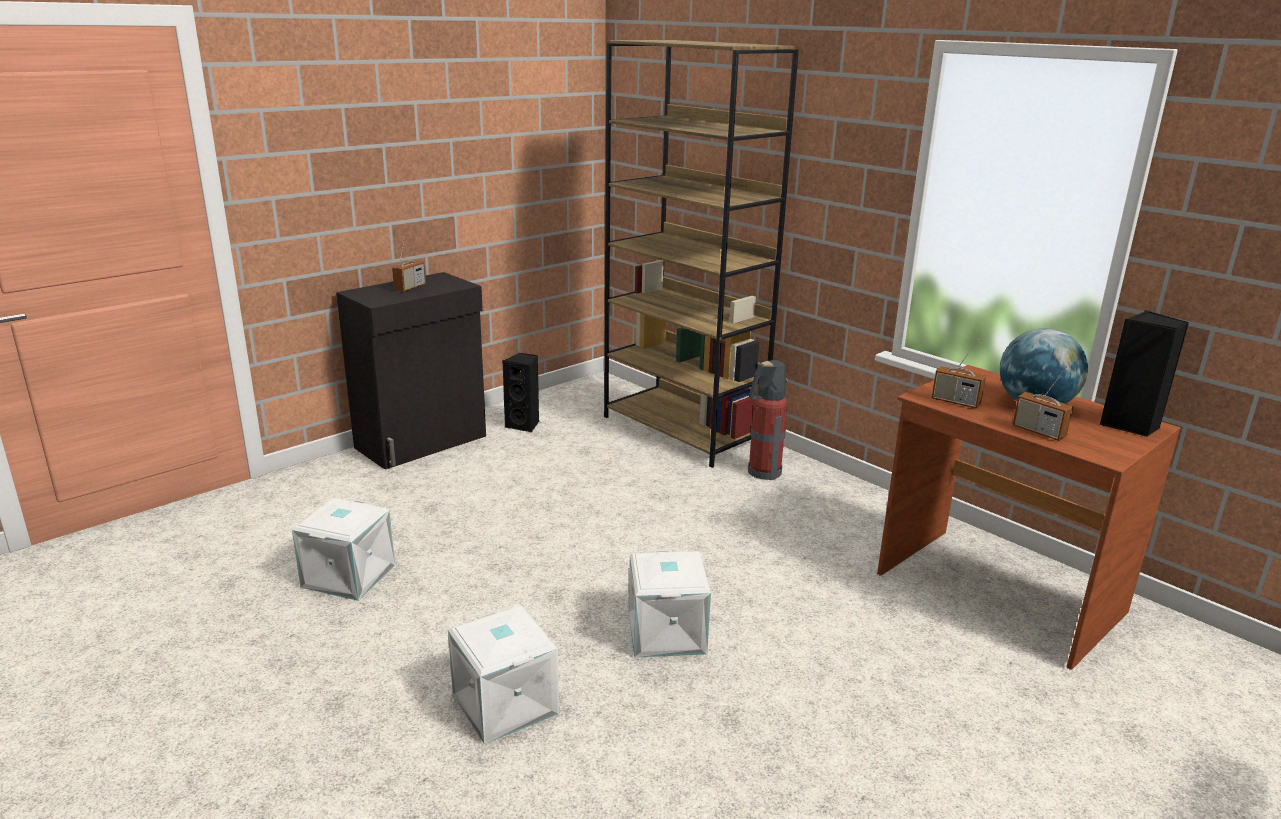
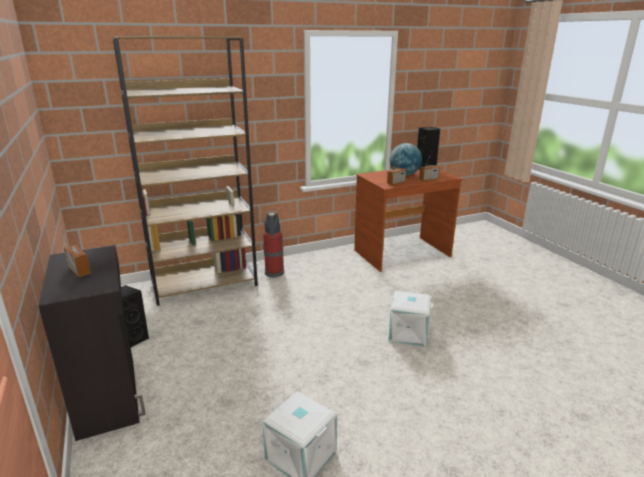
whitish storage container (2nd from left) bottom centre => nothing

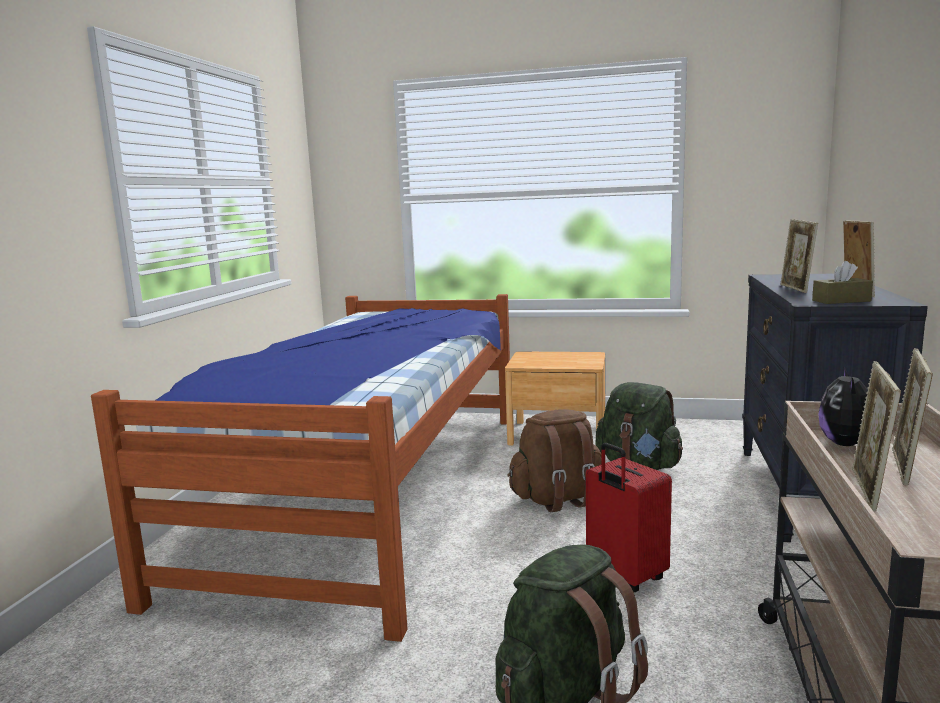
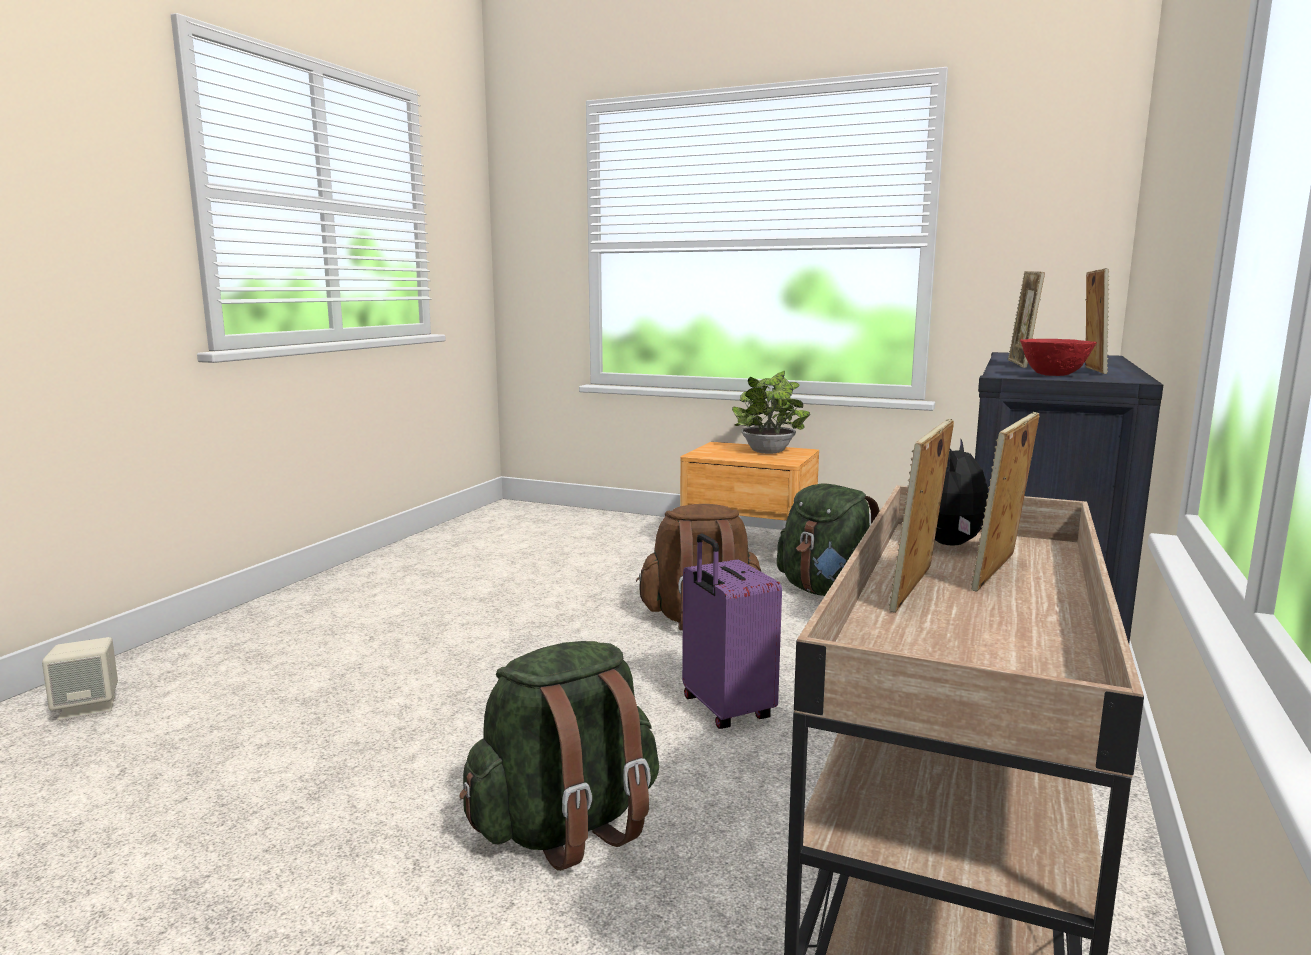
nothing => beige-coloured speaker bottom left
red travel case bottom right => purple-coloured travel case centre
nothing => potted plant centre
brown-coloured tissue holder middle right => red bowl middle right
sleeping bed middle left => nothing

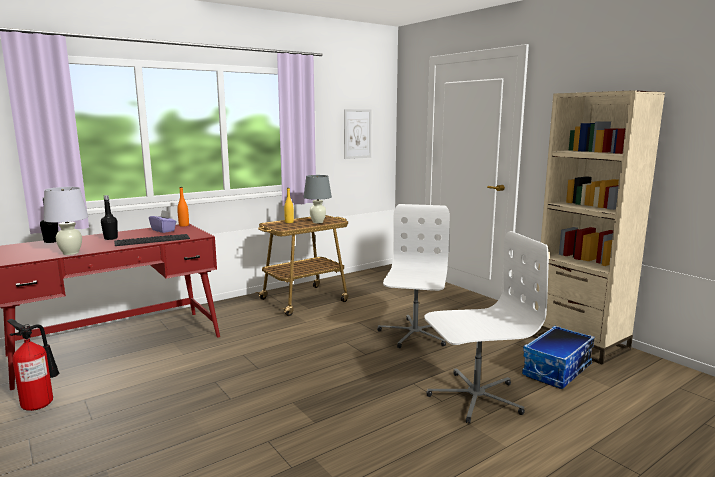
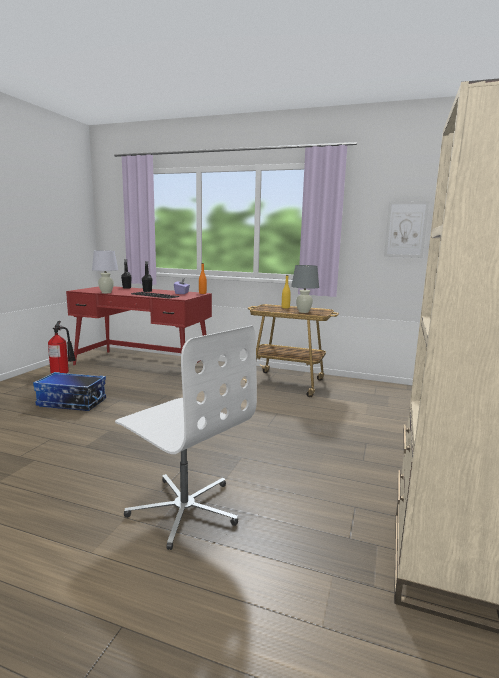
storage container bottom right => storage container middle left, moved
whitish desk chair (1st from left) centre => nothing

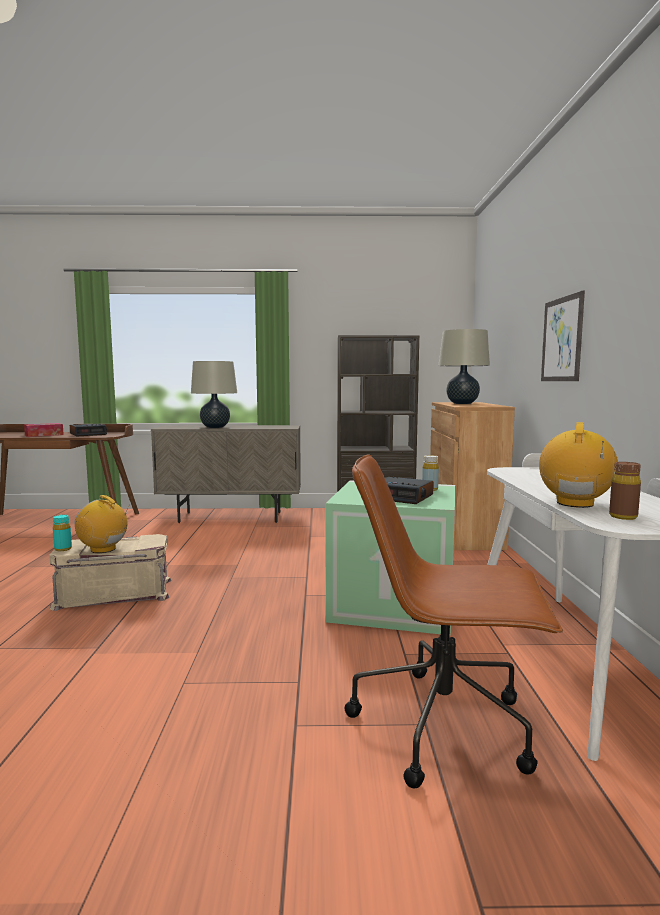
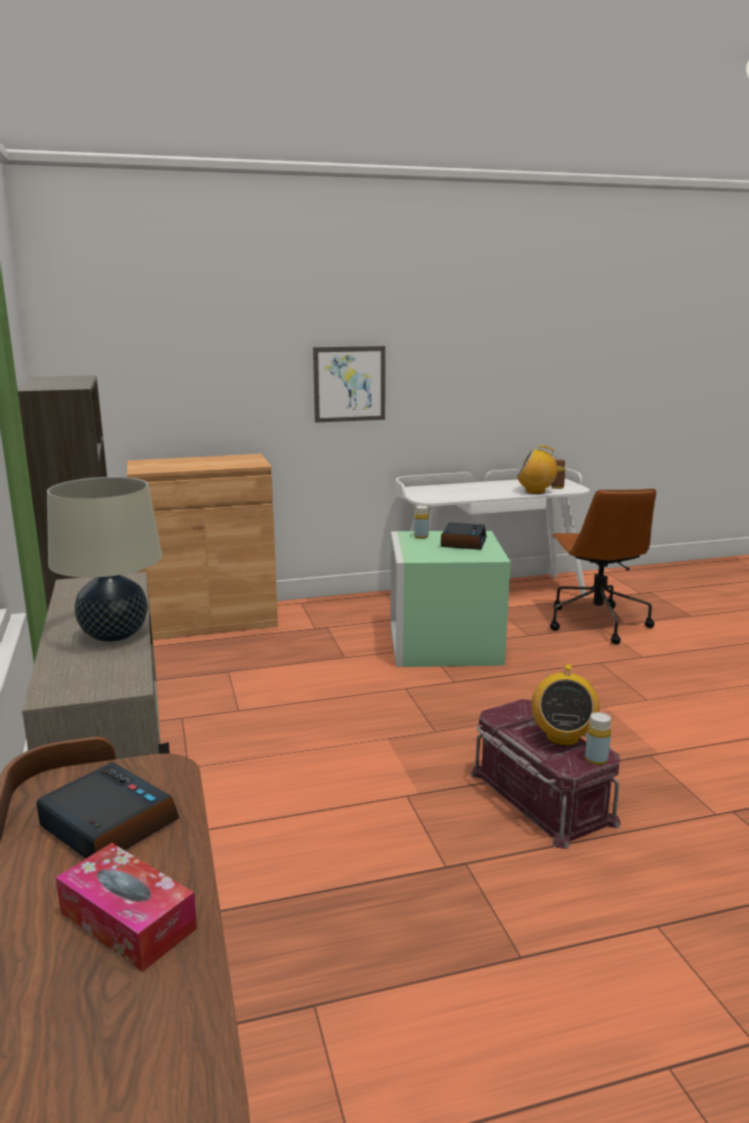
beige-coloured storage container middle left => red storage container bottom right
blue-green beverage bottle middle left => yellowish beverage bottle (2nd from left) middle right
beige-coloured lamp for a table (2nd from left) middle right => nothing

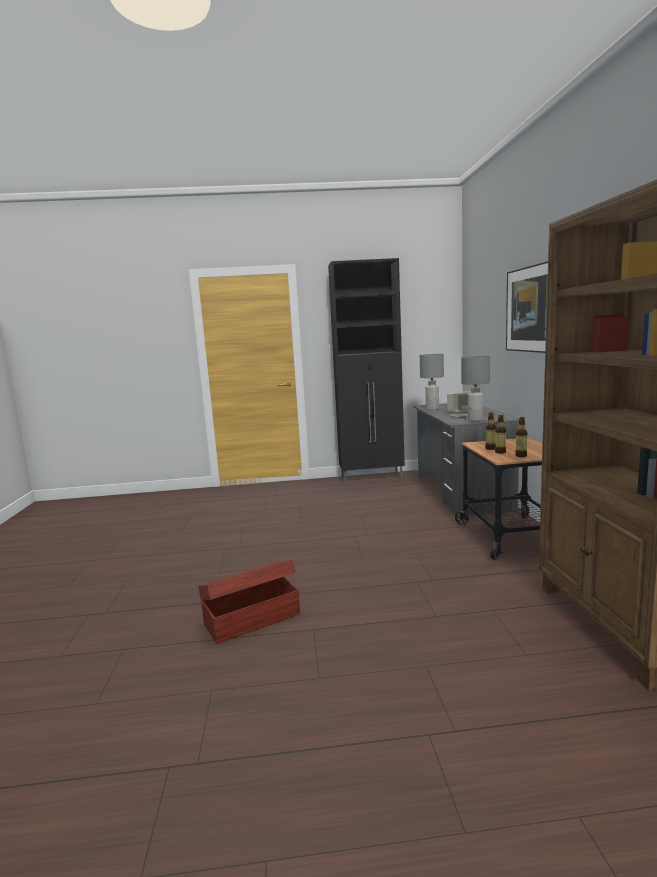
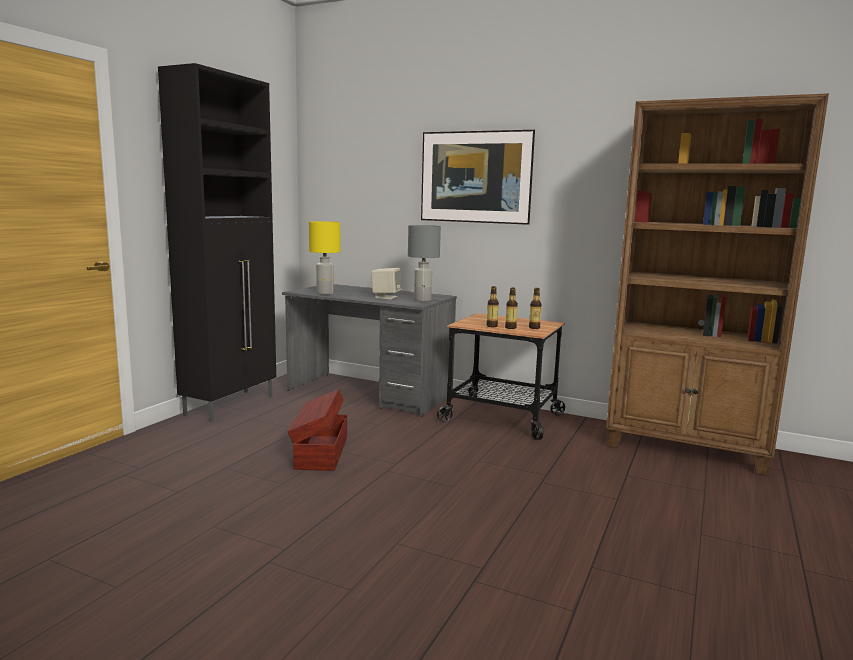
brown-coloured storage container bottom centre => brown-coloured storage container centre, moved
grey lamp for a table (1st from left) centre => yellowish lamp for a table centre

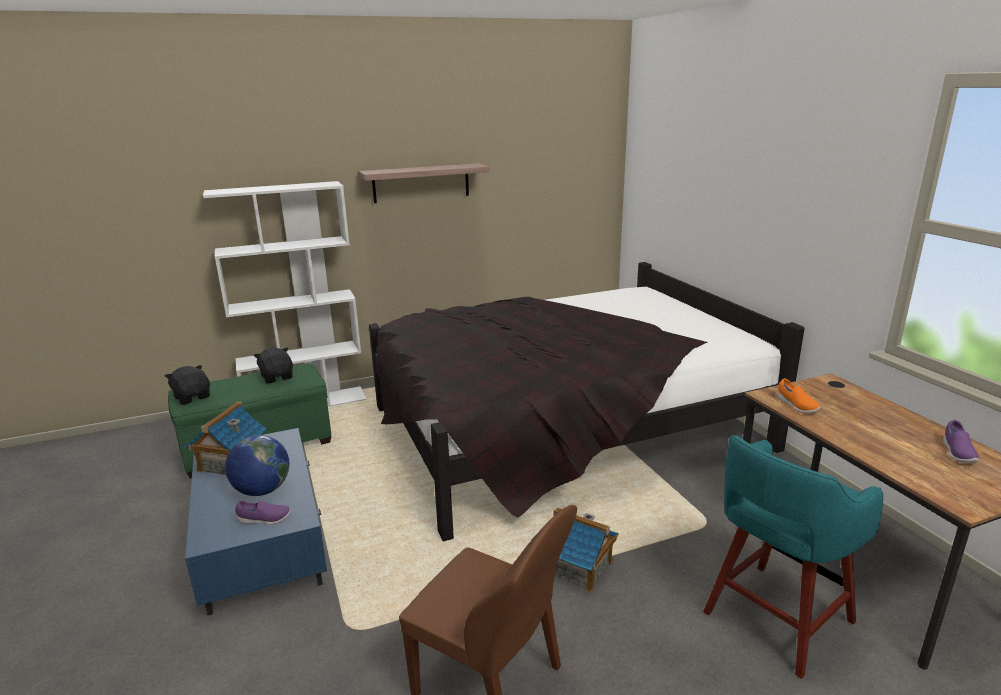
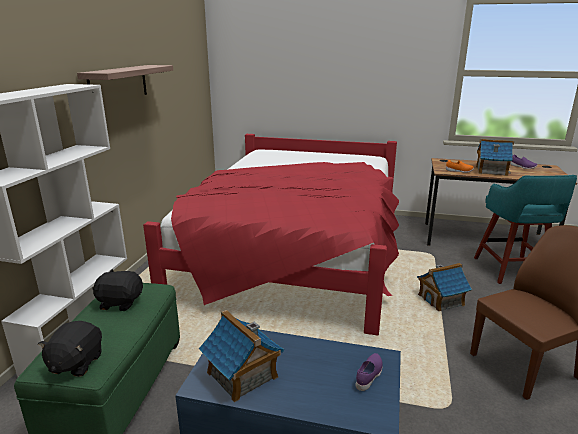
black cuddly toy (1st from left) middle left => black cuddly toy (1st from left) bottom left, 75 degrees counterclockwise
black sleeping bed centre => red sleeping bed centre
nothing => toy house (3rd from left) middle right
world globe bottom left => nothing

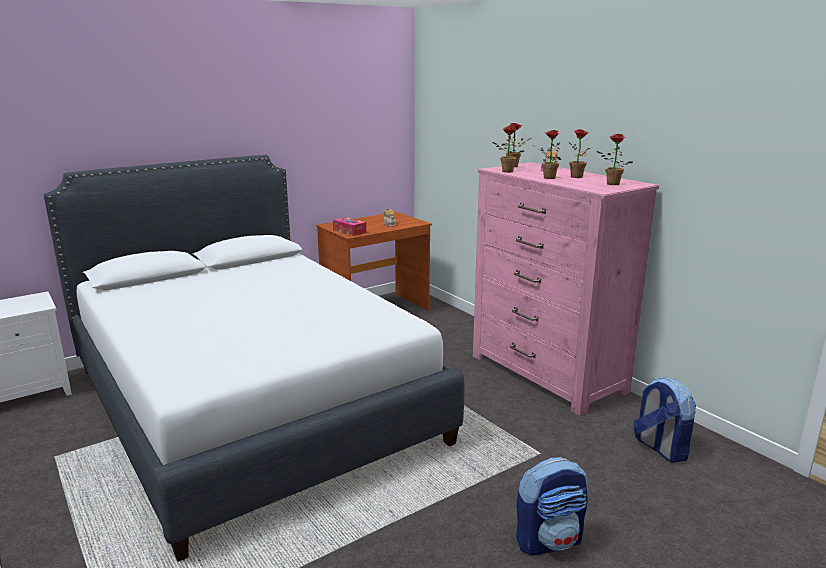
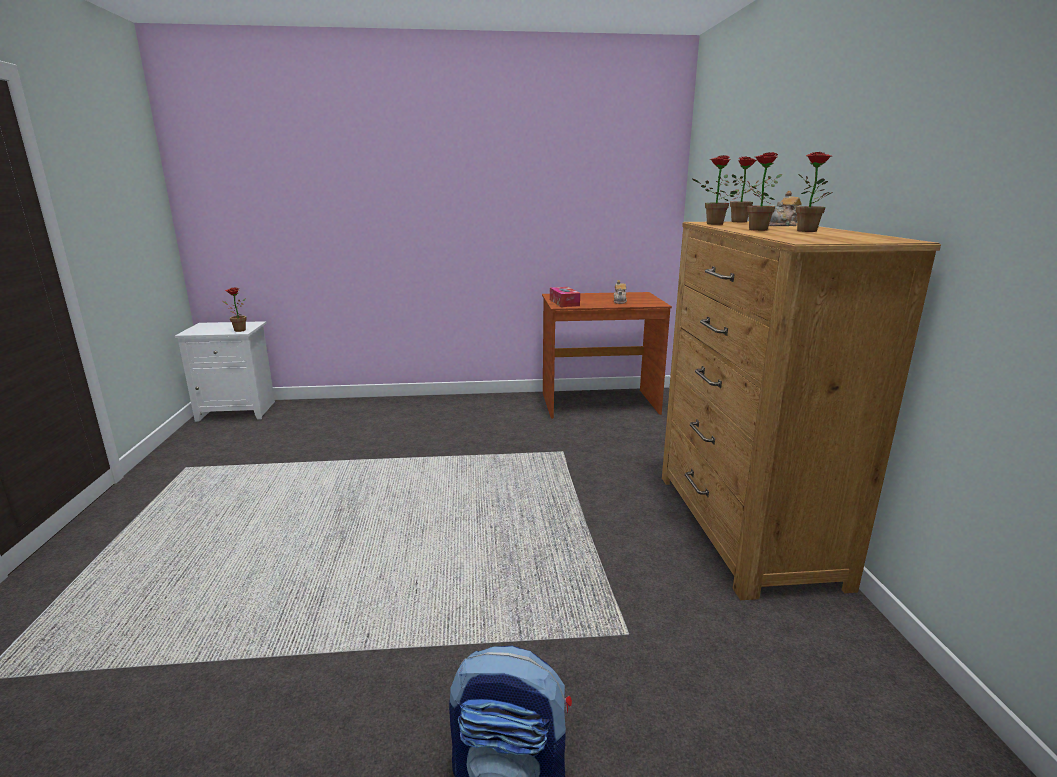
potted plant (5th from left in the first image) top right => potted plant (1st from left) middle left, moved
pinkish dresser middle right => brown-coloured dresser middle right
whitish sleeping bed middle left => nothing
knapsack (2nd from left) bottom right => nothing

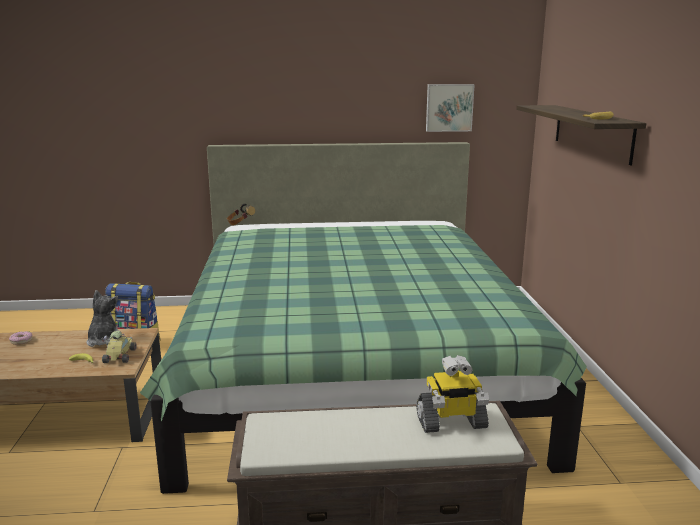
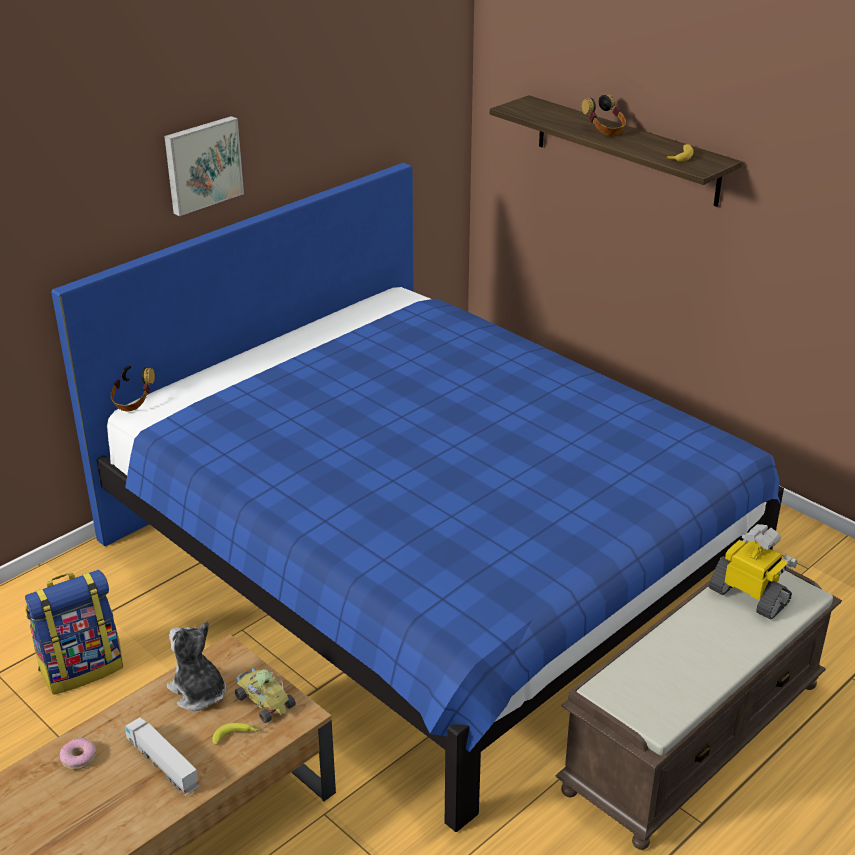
greenish sleeping bed centre => bluish sleeping bed centre
nothing => toy truck bottom left
wall art top centre => wall art top left, moved
nothing => headset (2nd from left) top right
toy robot bottom centre => toy robot bottom right, 90 degrees counterclockwise

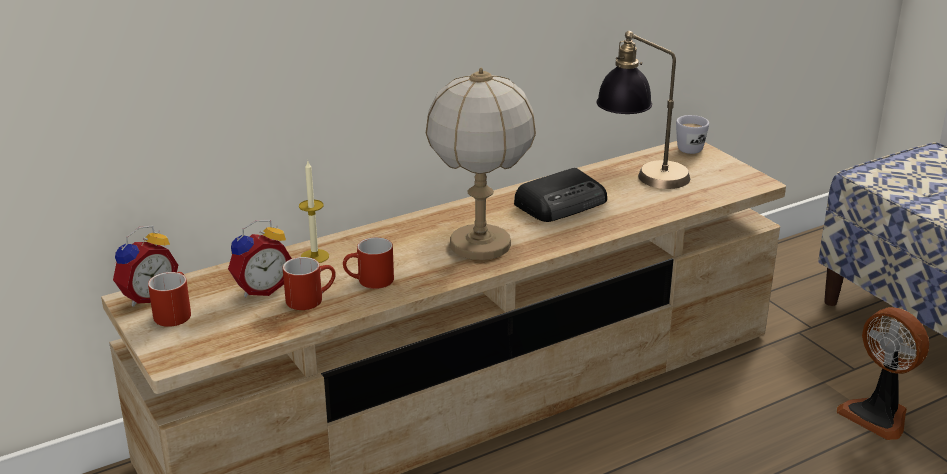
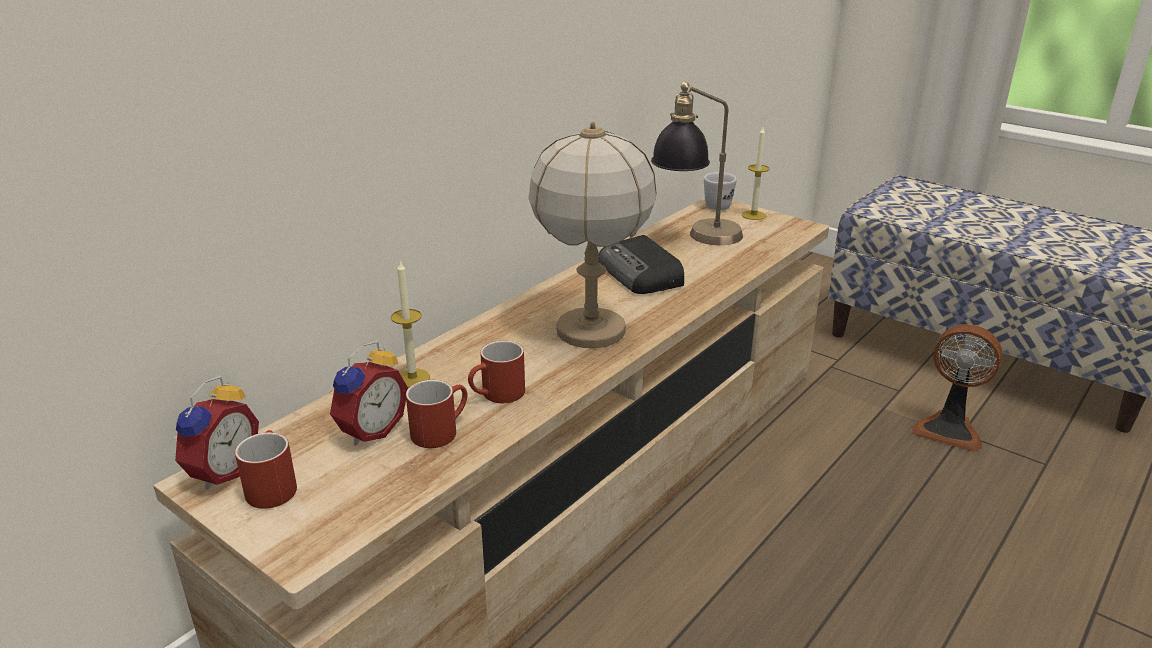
radio receiver centre, 120 degrees clockwise
nothing => candle (2nd from left) top centre

